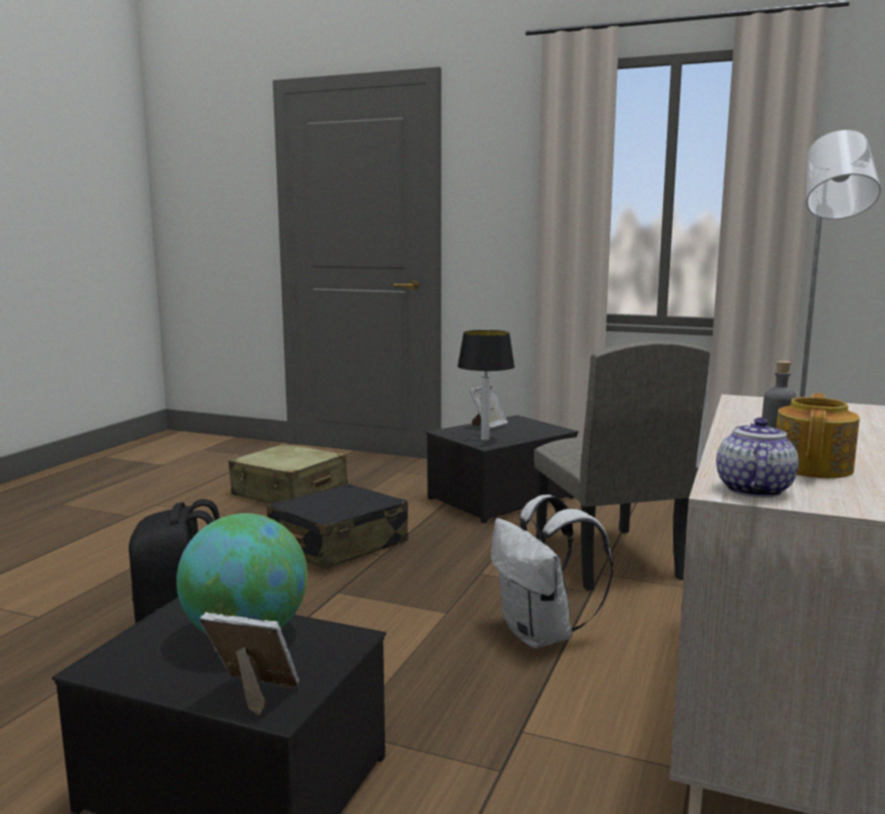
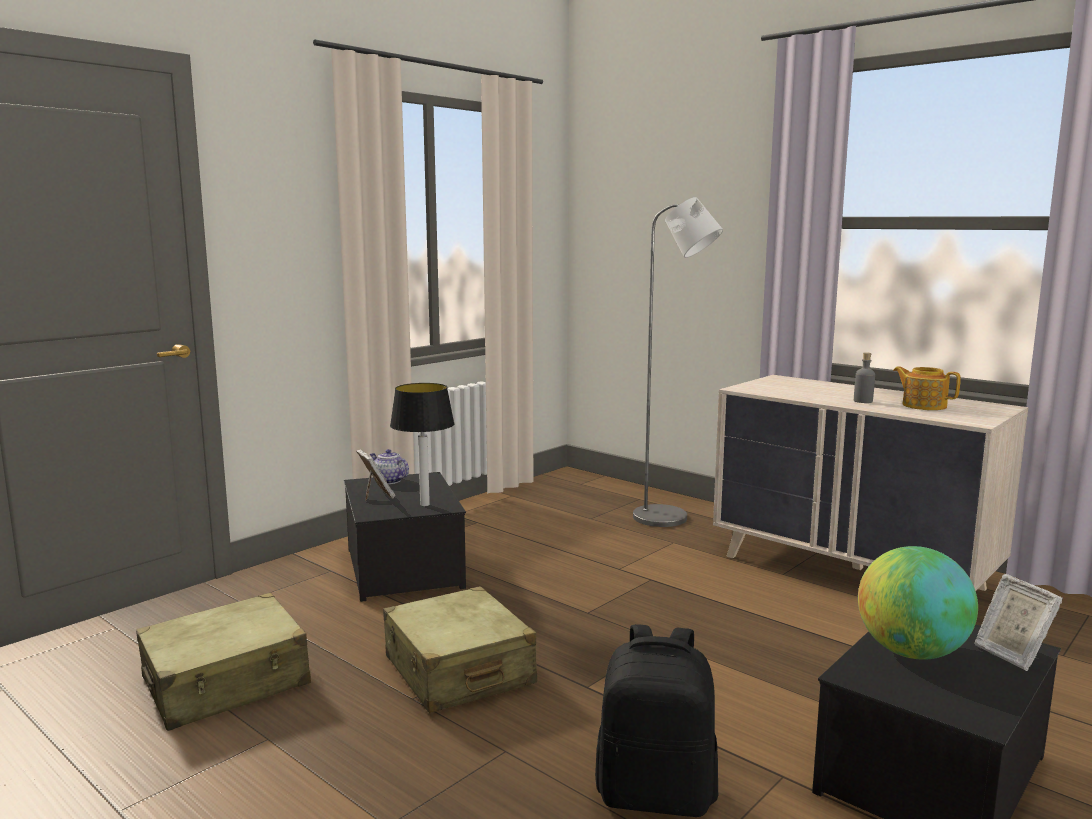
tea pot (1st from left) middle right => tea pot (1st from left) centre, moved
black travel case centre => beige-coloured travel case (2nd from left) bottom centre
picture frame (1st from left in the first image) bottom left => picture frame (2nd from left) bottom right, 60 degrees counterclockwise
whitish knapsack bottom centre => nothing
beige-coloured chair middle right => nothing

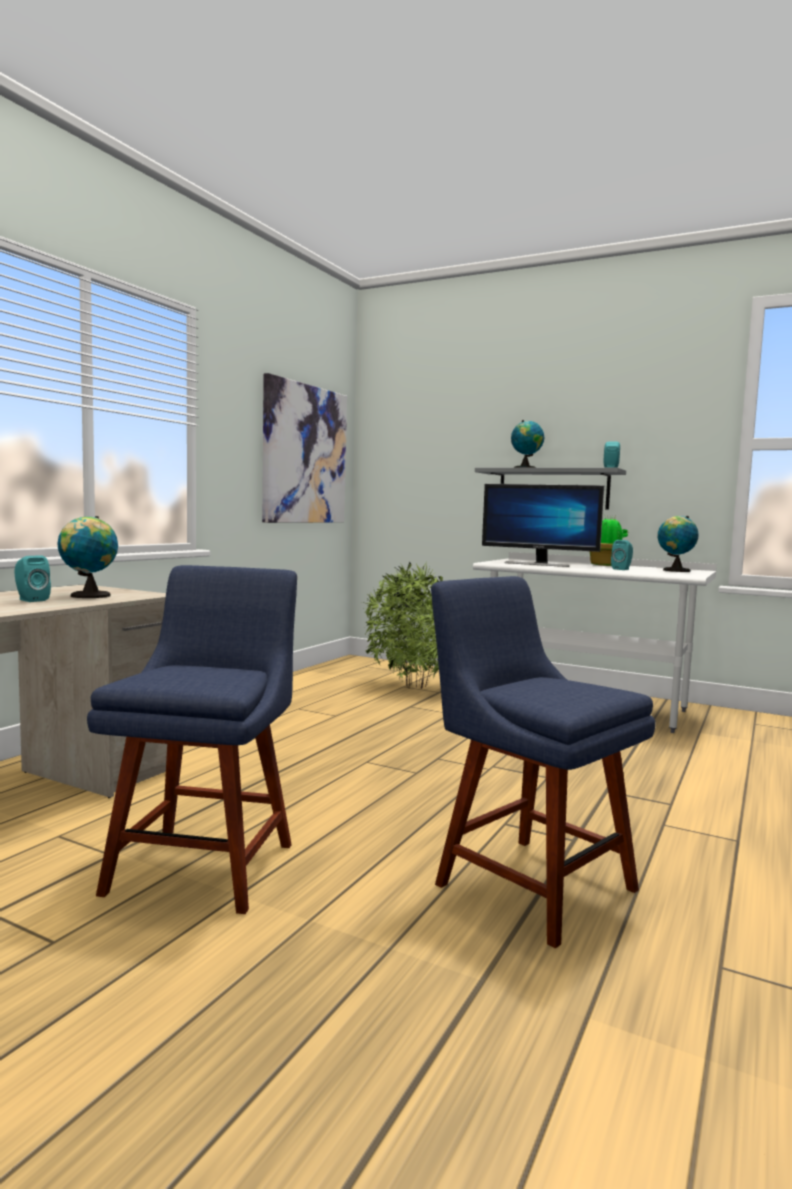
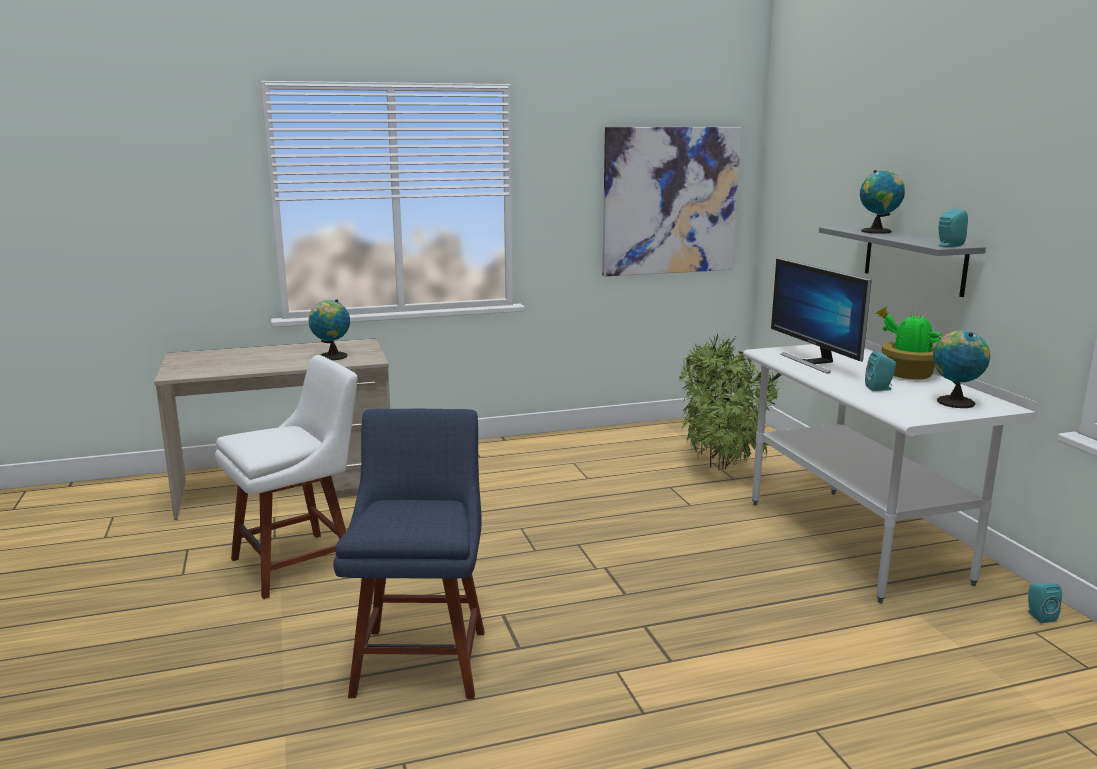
bluish chair (1st from left) middle left => whitish chair middle left
blue-green speaker (1st from left in the first image) middle left => blue-green speaker (3rd from left) bottom right, moved

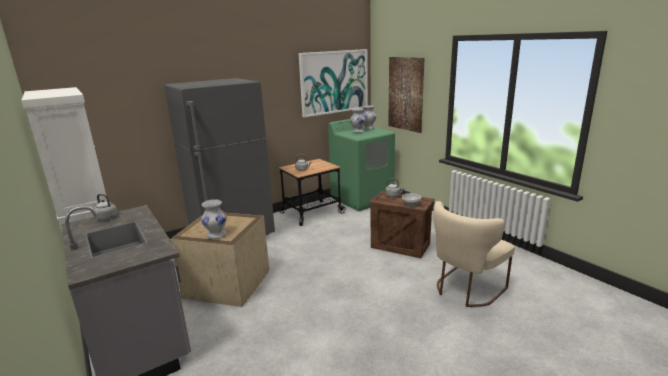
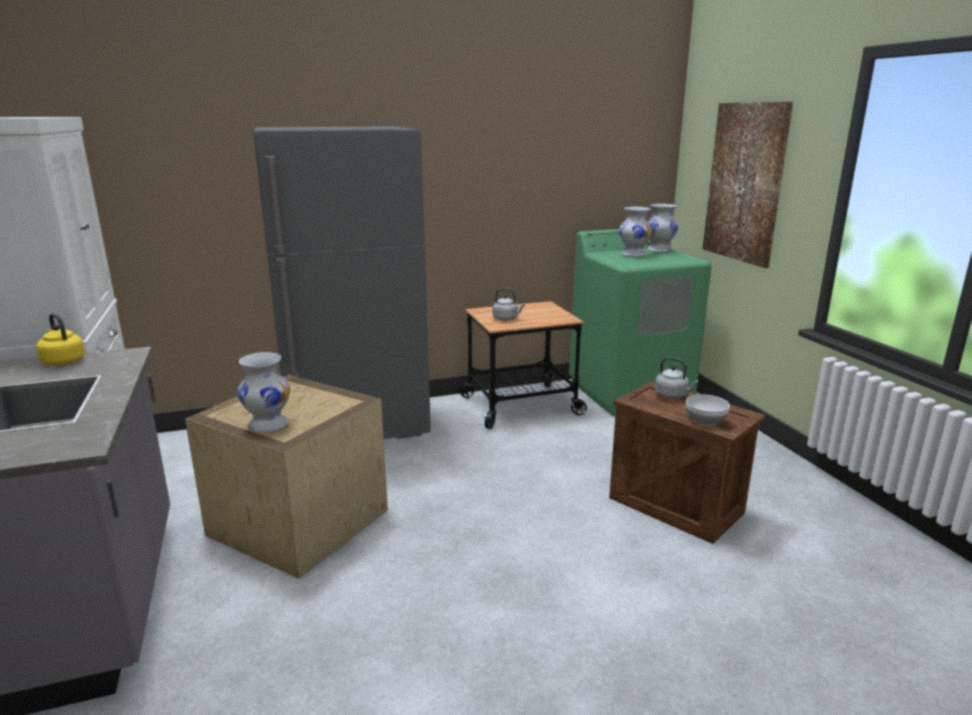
grey kettle (1st from left) middle left => yellowish kettle middle left
wall art (1st from left) top centre => nothing
beige-coloured chair bottom right => nothing

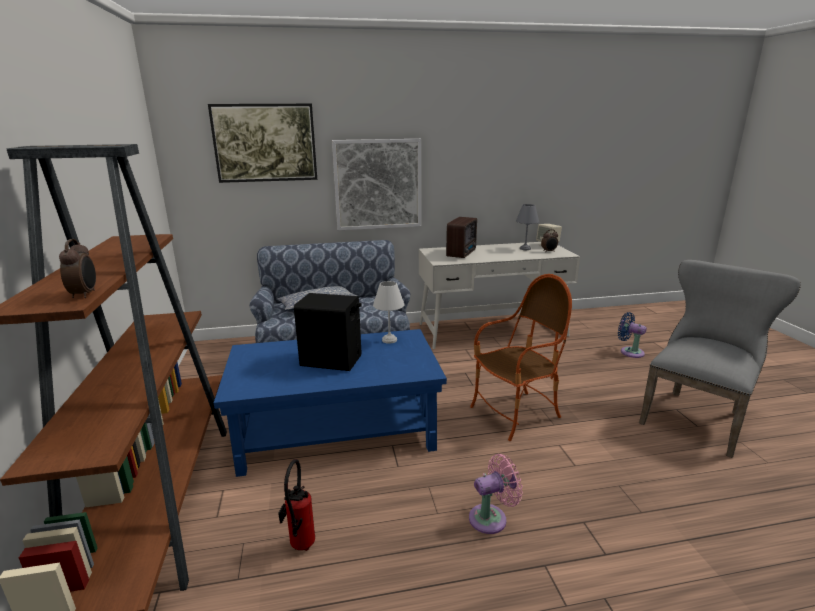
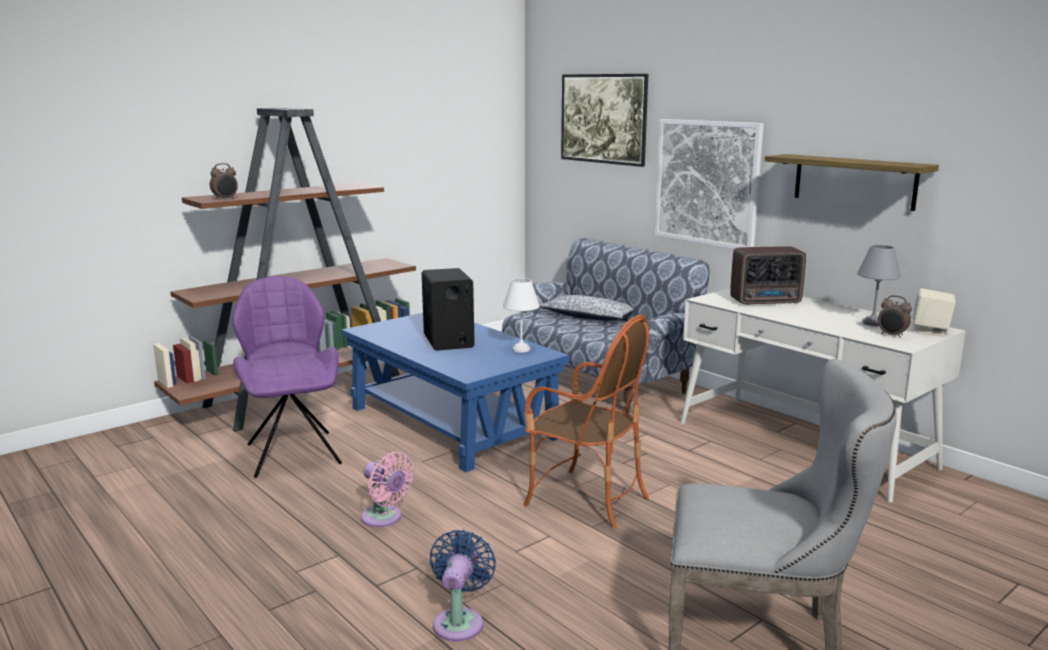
extinguisher bottom centre => purple-coloured chair middle left
bluish cooling fan middle right => bluish cooling fan bottom centre, moved
nothing => bracket shelf top right

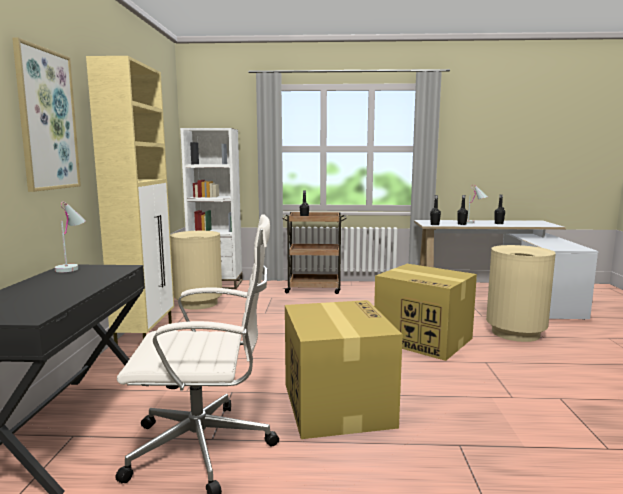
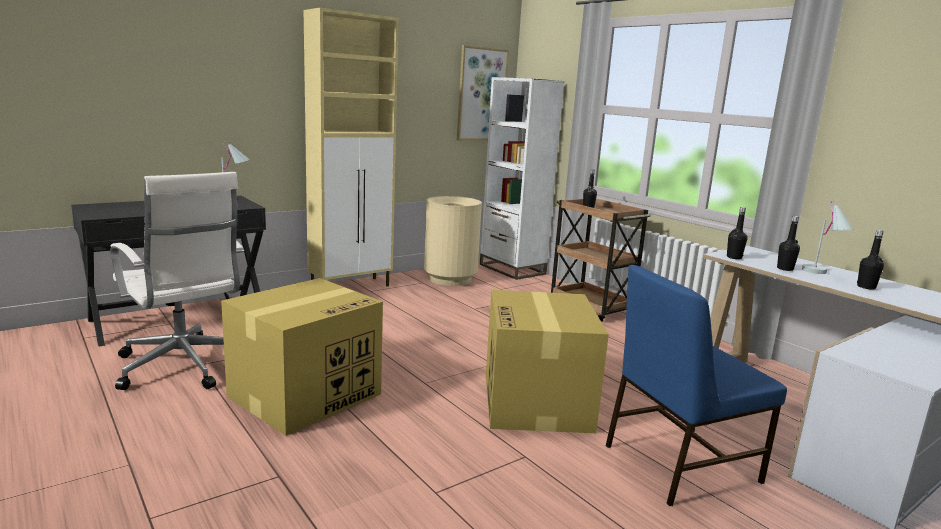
wall art top left => wall art top centre, moved
beige-coloured waste bin (2nd from left) middle right => bluish chair bottom right

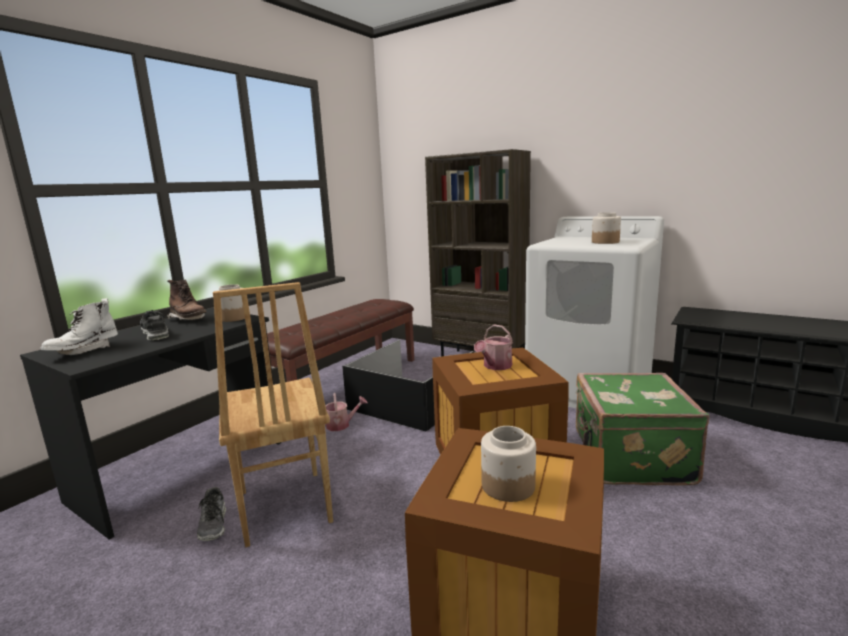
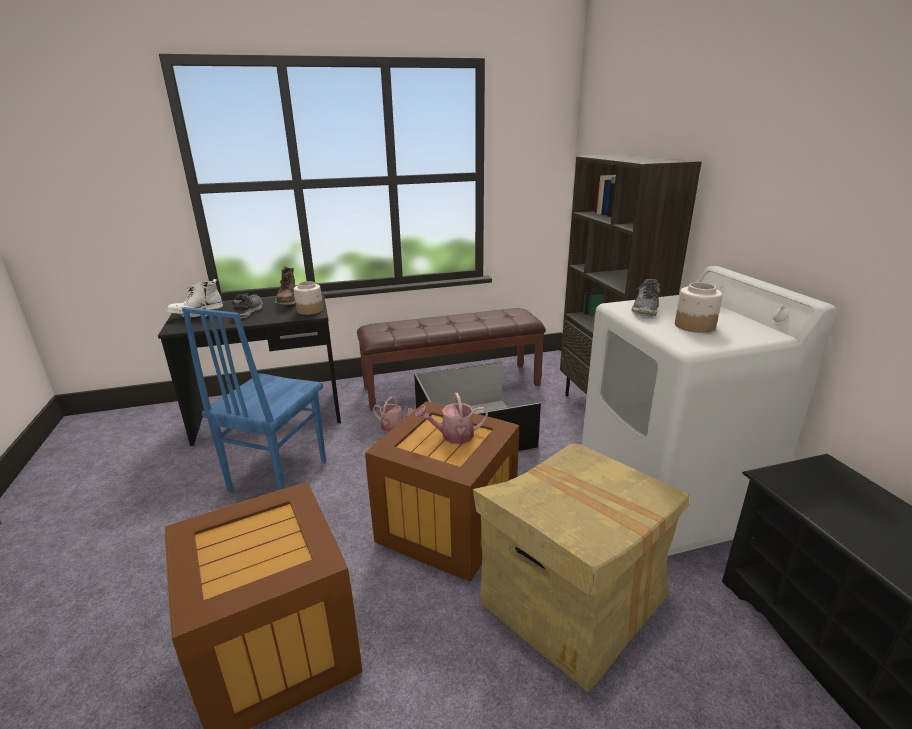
brown-coloured chair middle left => bluish chair middle left
greenish travel case bottom right => packing box bottom centre
item of footwear (2nd from left) bottom left => item of footwear (2nd from left) middle right, moved
preserve jar (2nd from left) bottom centre => nothing

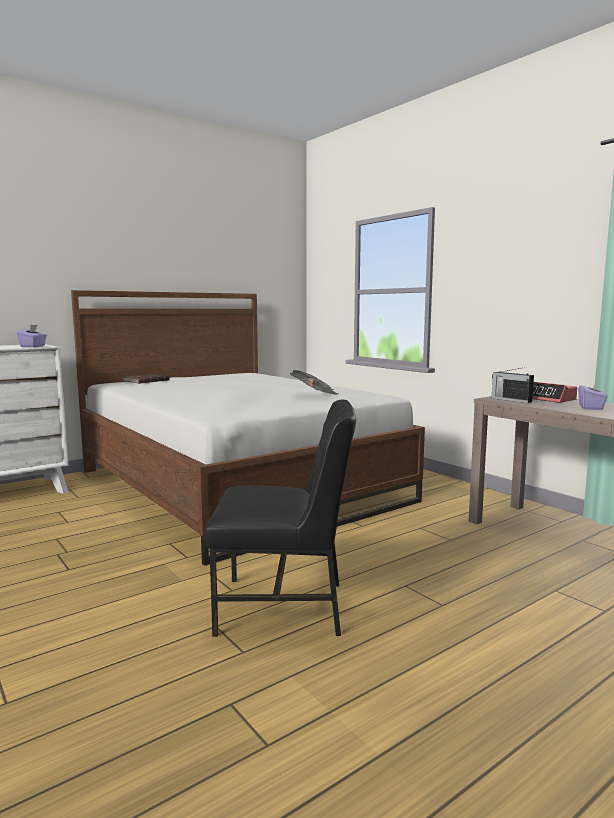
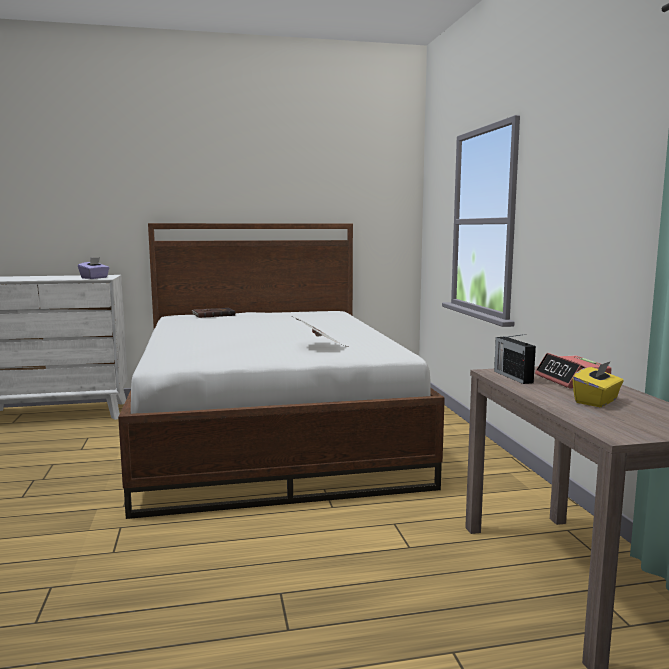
purple-coloured tissue holder (2nd from left) middle right => yellowish tissue holder middle right
black chair centre => nothing

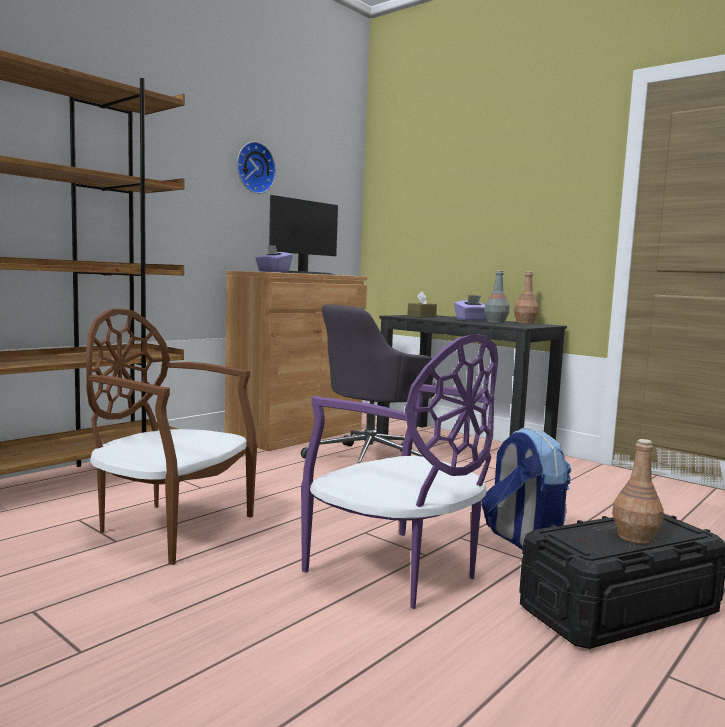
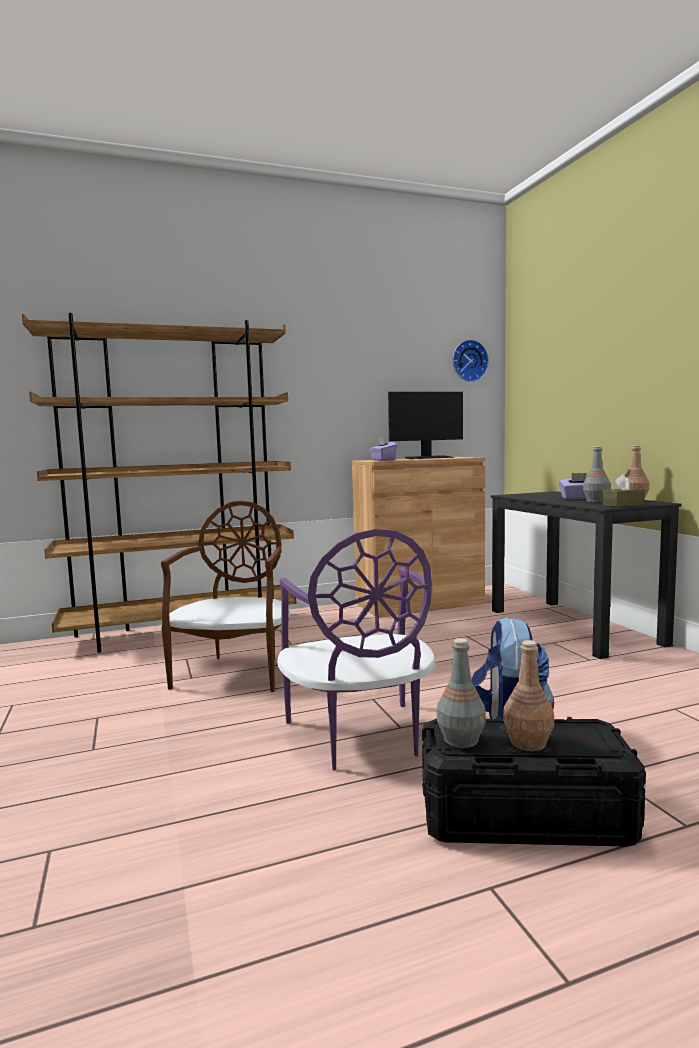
brown-coloured chair middle left, 45 degrees clockwise
nothing => grey beverage bottle (1st from left) centre
wall clock top centre => wall clock middle right, moved
brown-coloured tissue holder centre => brown-coloured tissue holder middle right, moved
grey desk chair centre => nothing

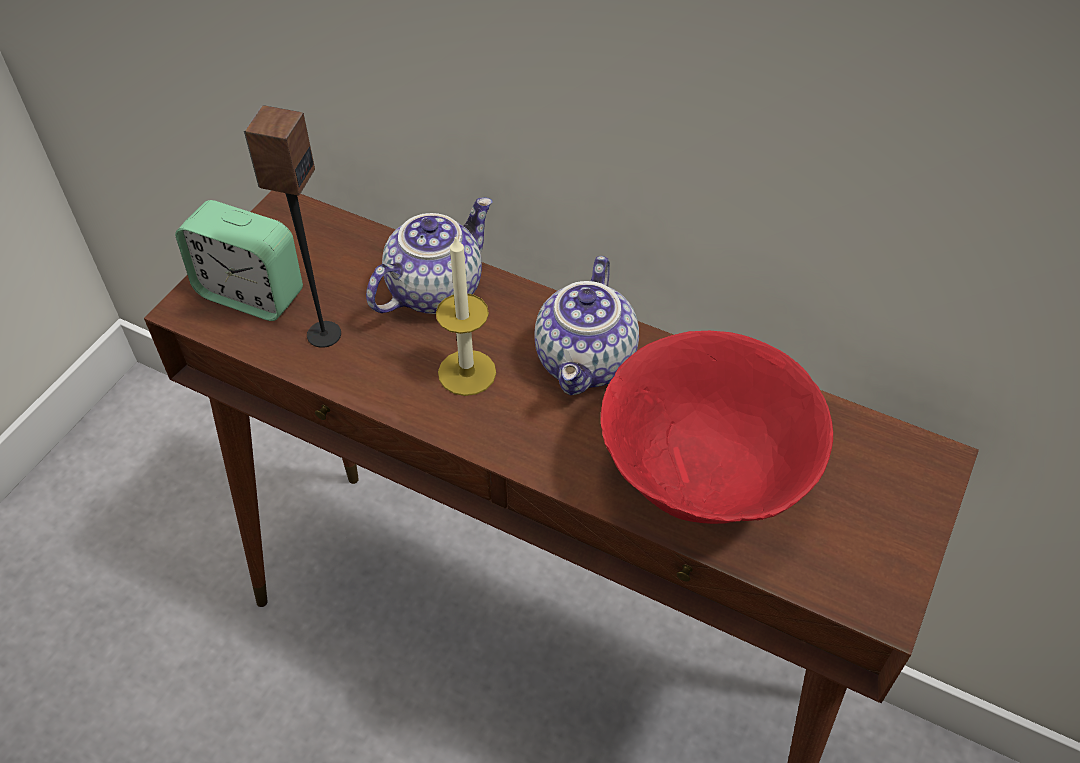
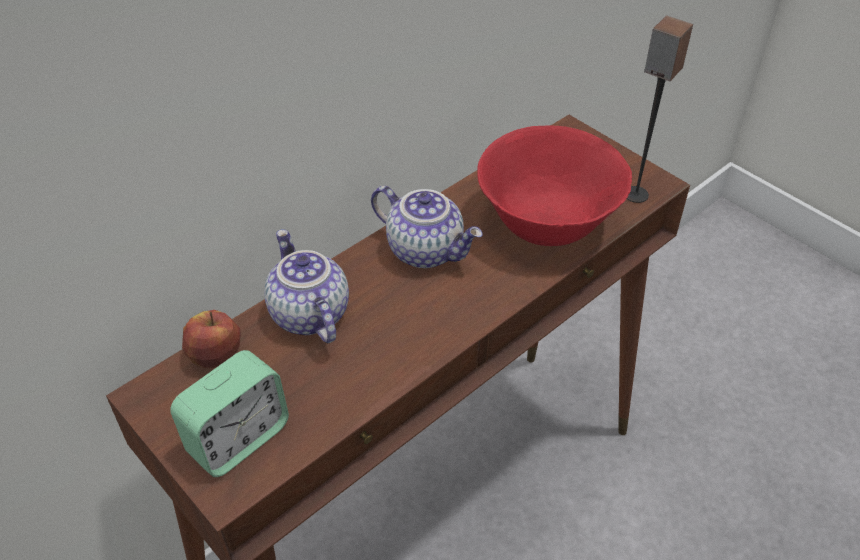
nothing => apple fruit middle left
speaker top left => speaker top right, moved
candle centre => nothing

